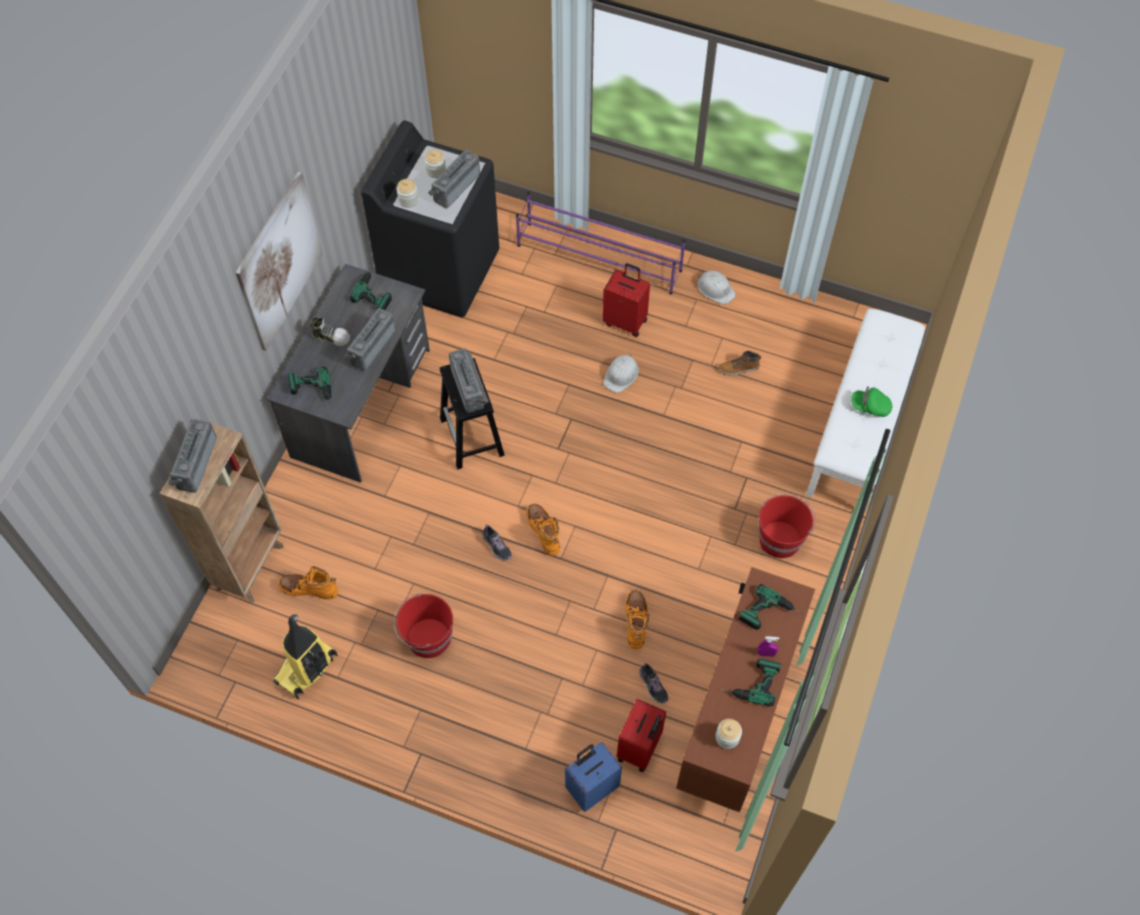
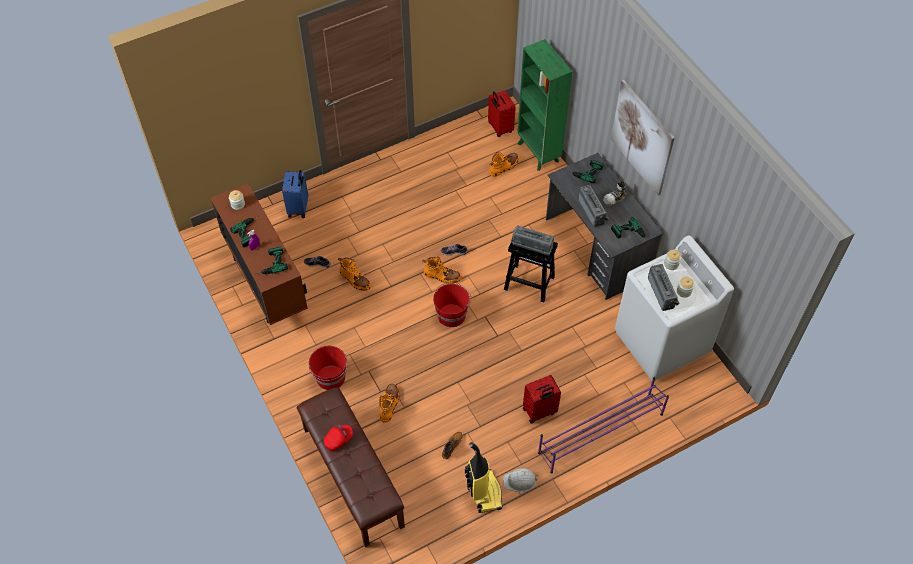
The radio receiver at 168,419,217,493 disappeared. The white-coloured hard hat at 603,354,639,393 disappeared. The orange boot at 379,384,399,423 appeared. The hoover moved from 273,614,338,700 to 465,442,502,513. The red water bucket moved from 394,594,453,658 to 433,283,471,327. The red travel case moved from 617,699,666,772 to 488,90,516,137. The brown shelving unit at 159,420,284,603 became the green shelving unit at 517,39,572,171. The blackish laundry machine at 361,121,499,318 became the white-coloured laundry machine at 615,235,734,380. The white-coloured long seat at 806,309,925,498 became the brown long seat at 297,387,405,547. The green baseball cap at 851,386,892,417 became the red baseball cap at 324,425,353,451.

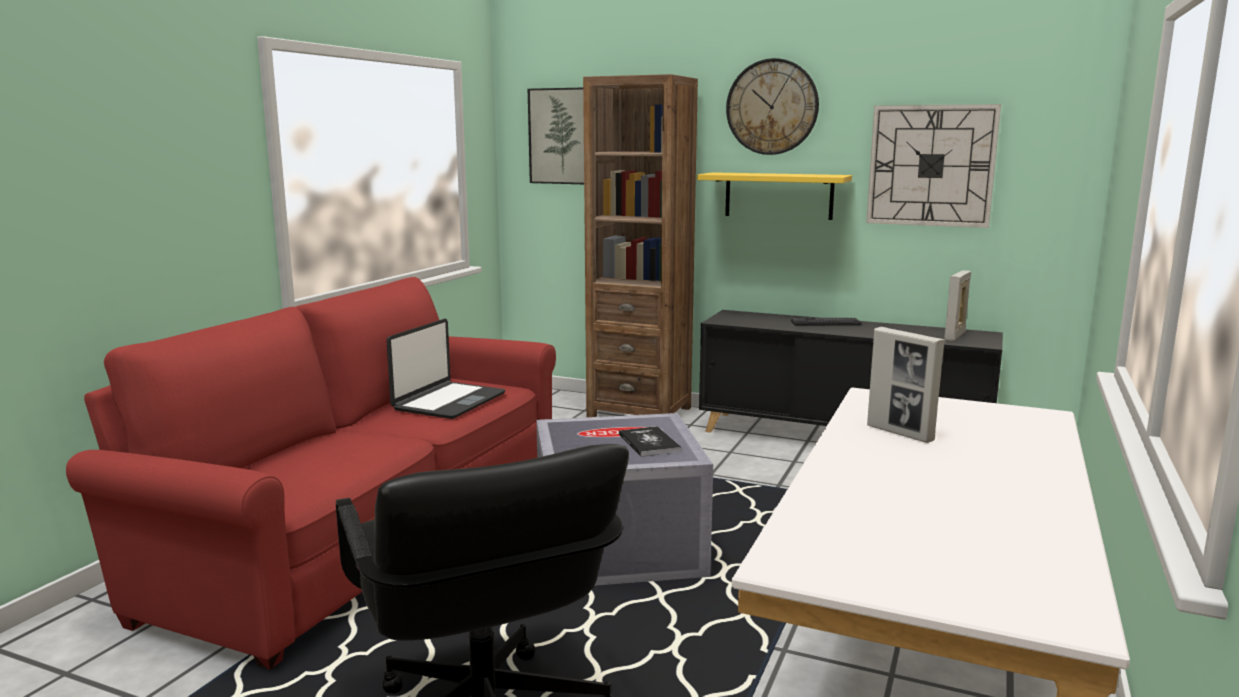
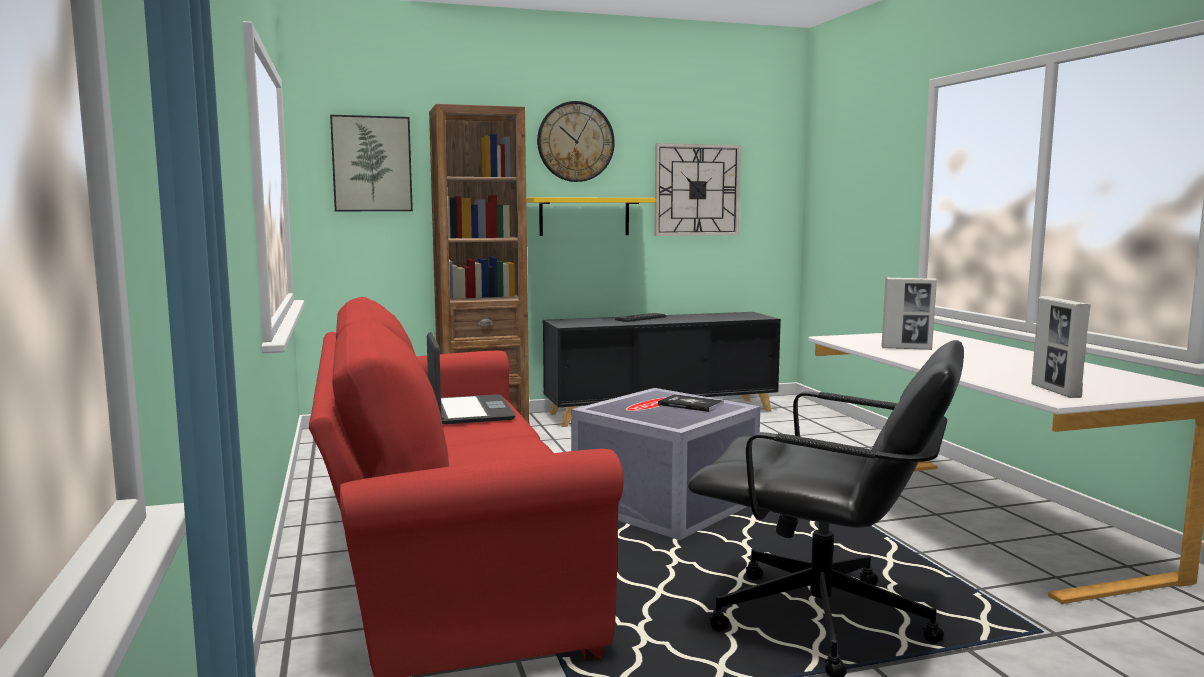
The standing frame moved from 944,270,971,341 to 1031,296,1091,398.

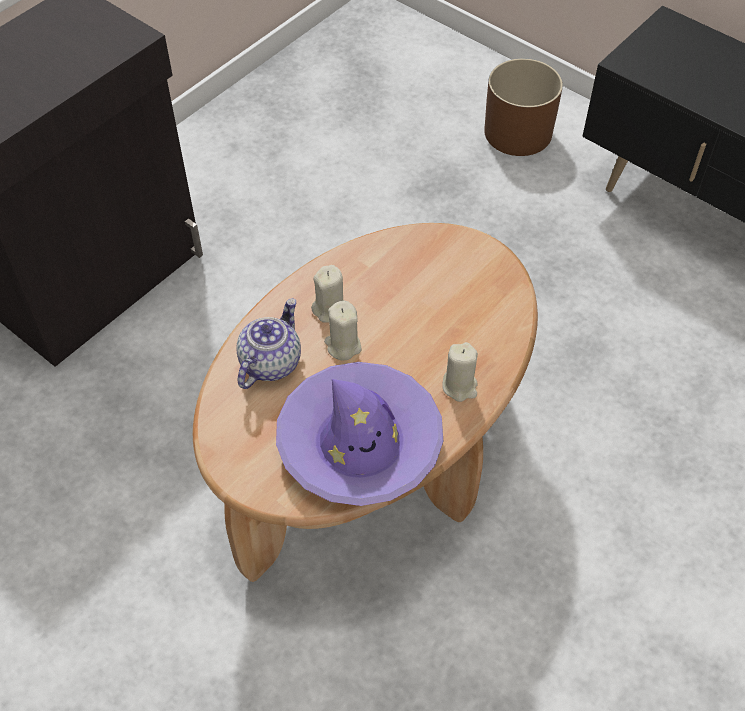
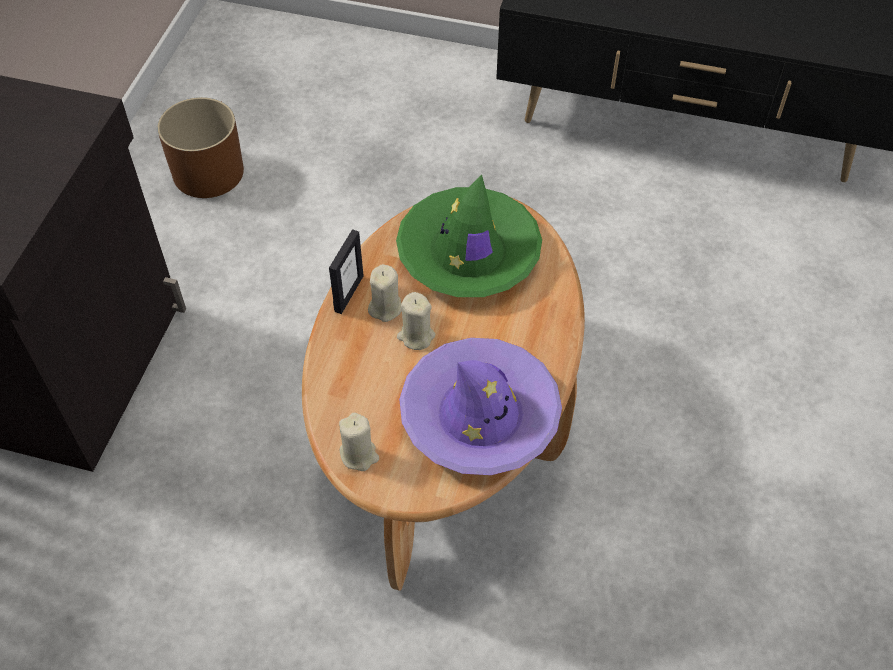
The tea pot at 236,298,301,389 disappeared. The standing frame at 329,229,364,314 appeared. The green hat at 396,174,542,297 appeared. The sand-coloured wax candle moved from 442,342,478,402 to 339,413,379,471. The brown flower pot moved from 484,58,563,156 to 157,97,244,198.

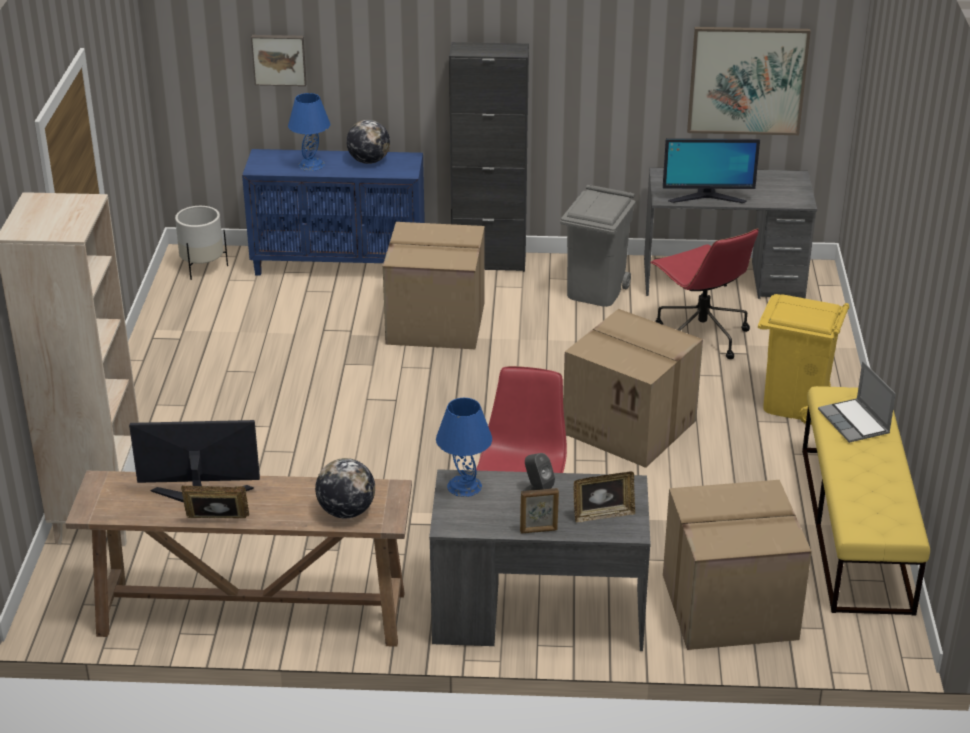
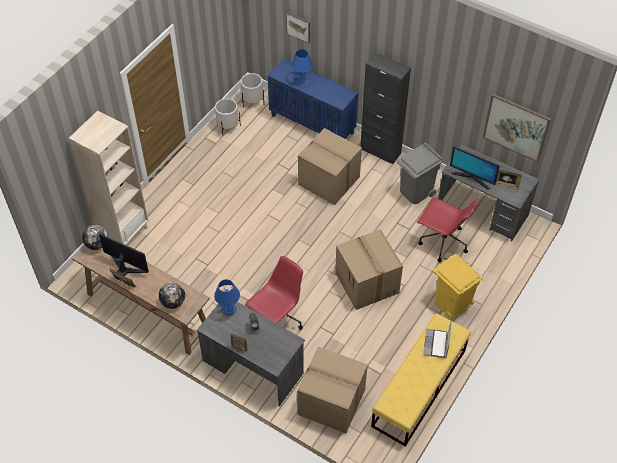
The white-coloured flower pot at 215,98,241,134 appeared. The desk globe moved from 346,120,390,164 to 82,225,108,250. The standing frame moved from 574,472,635,522 to 495,170,522,190. The red desk chair at 650,228,758,359 turned 60 degrees counterclockwise.

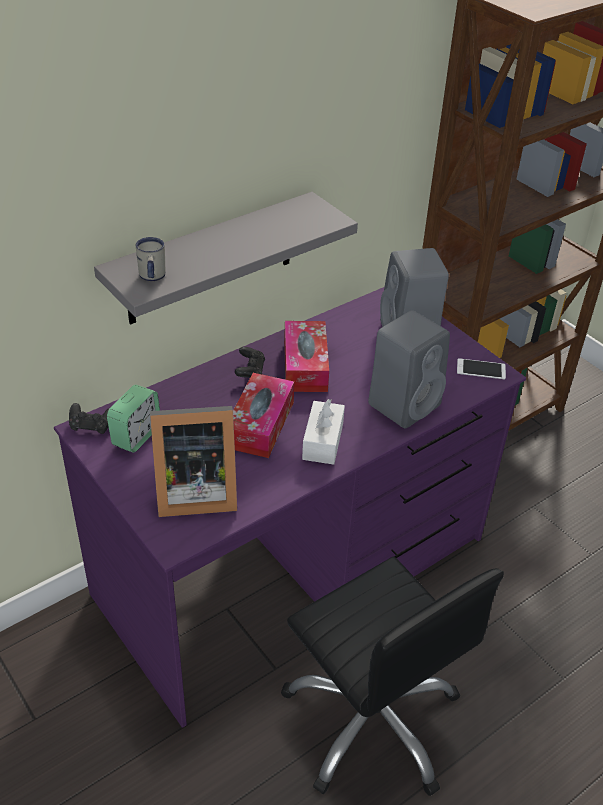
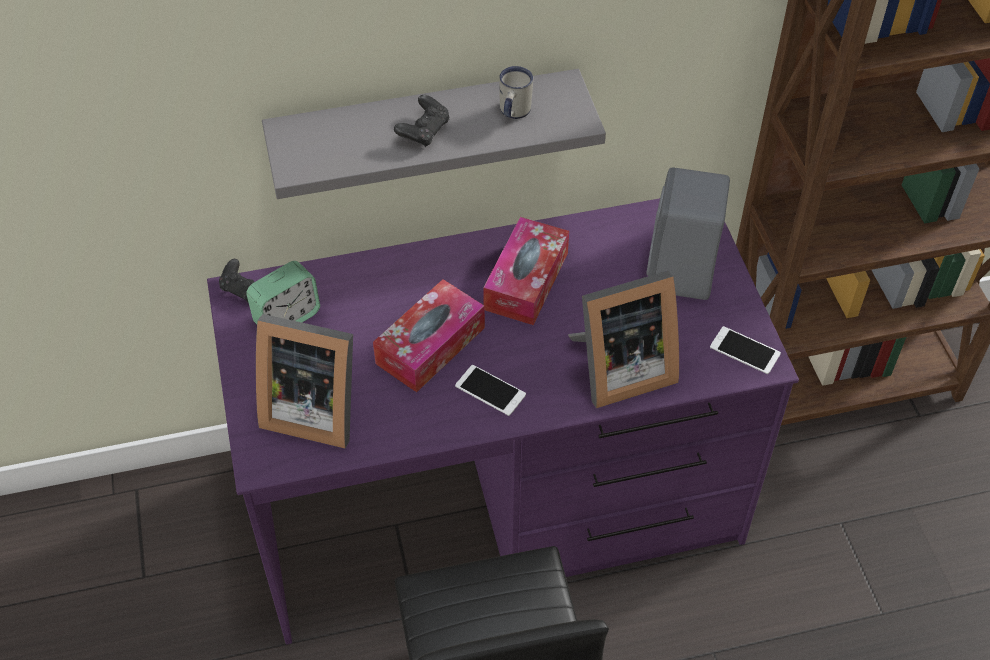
The white-coloured tea mug moved from 135,237,165,281 to 499,66,533,119. The blackish game controller moved from 235,347,265,378 to 394,95,450,147. The white-coloured tissue holder at 302,399,345,465 was replaced by the telephone at 455,365,526,416. The greyish loudspeaker at 368,310,450,429 was replaced by the standing frame at 568,271,679,408.

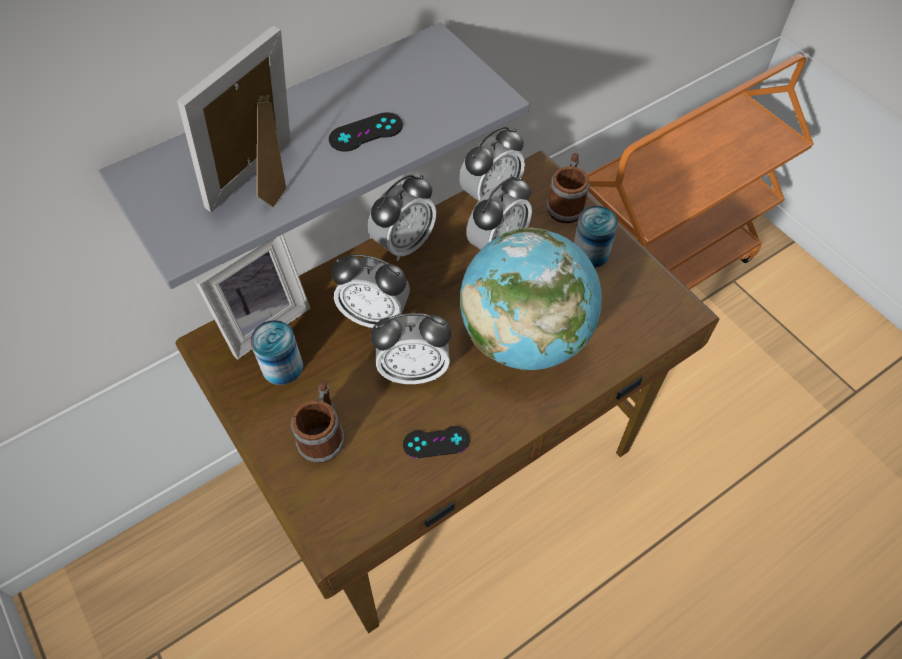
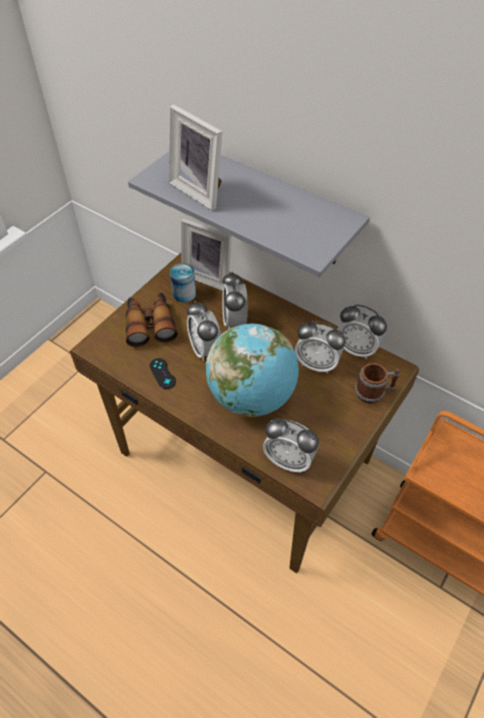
The blackish game controller at 329,112,403,152 disappeared. The metal can at 574,206,618,268 disappeared. The table clock moved from 368,175,436,261 to 263,418,319,473. The tea mug at 291,381,344,463 was replaced by the binoculars at 126,293,178,347. The standing frame at 177,26,290,212 turned 150 degrees counterclockwise.

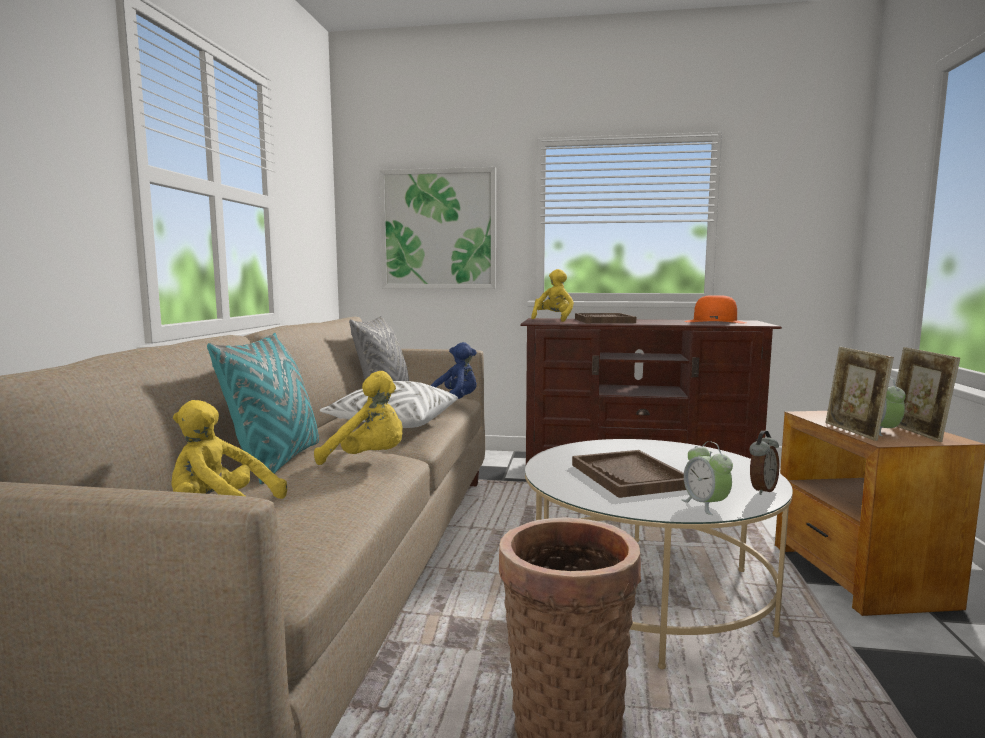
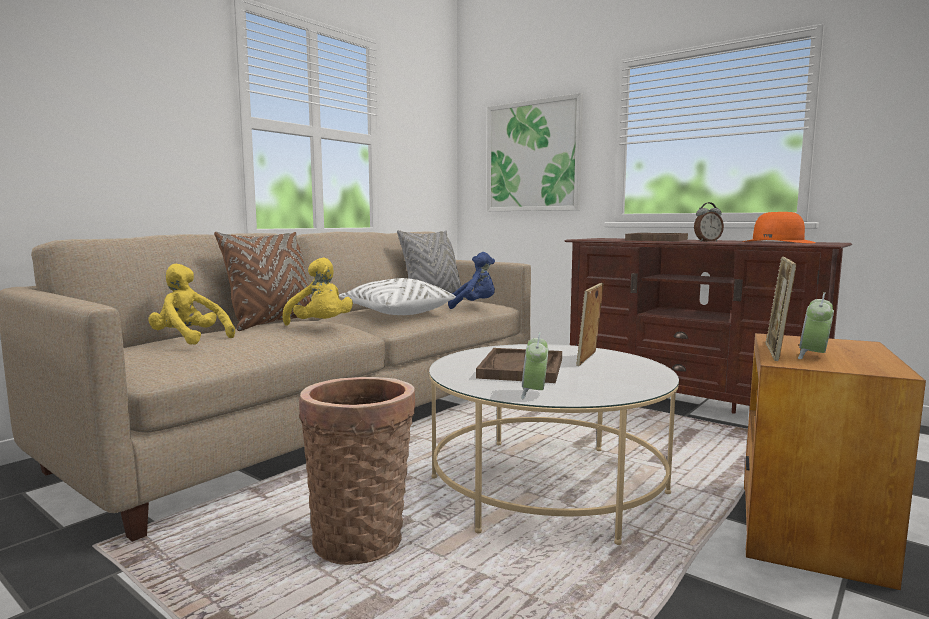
The yellow-coloured plush toy at 531,269,574,322 disappeared. The table clock moved from 749,431,779,495 to 694,202,724,242. The standing frame moved from 896,347,960,442 to 576,283,604,366. The turquoise-coloured cushion at 207,333,319,484 became the brown cushion at 214,232,312,331.

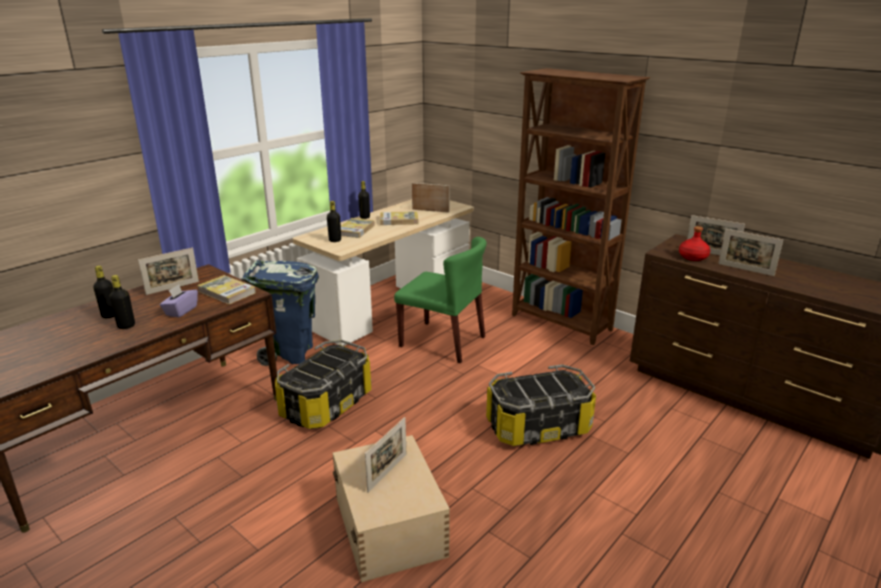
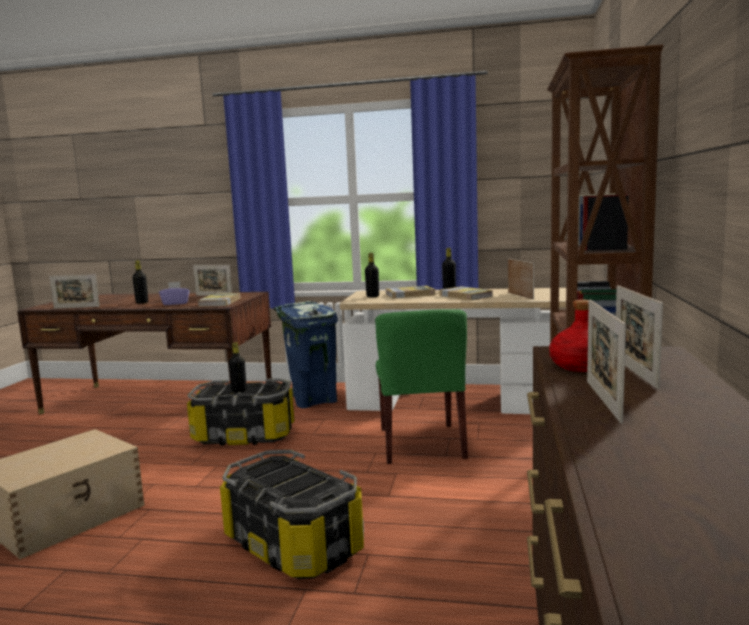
The blackish drink bottle moved from 93,266,114,318 to 229,342,247,392. The standing frame moved from 365,417,406,492 to 49,274,100,309.

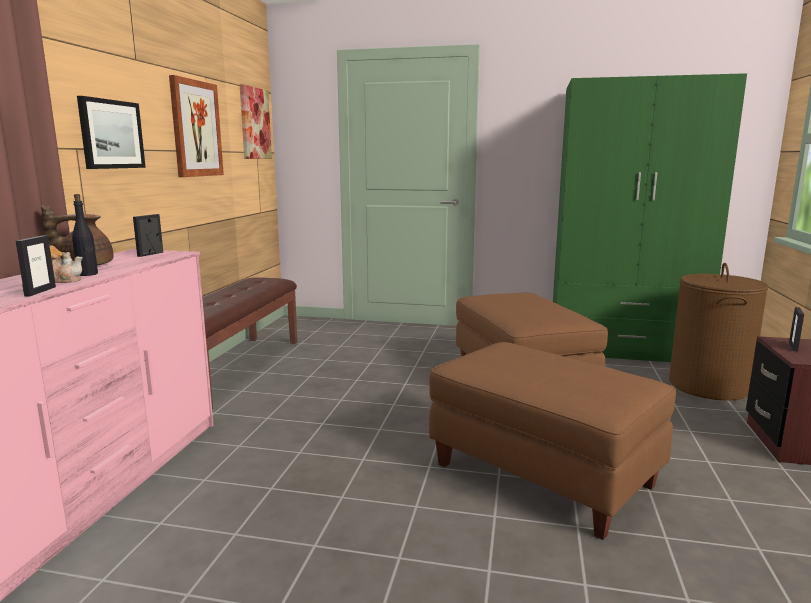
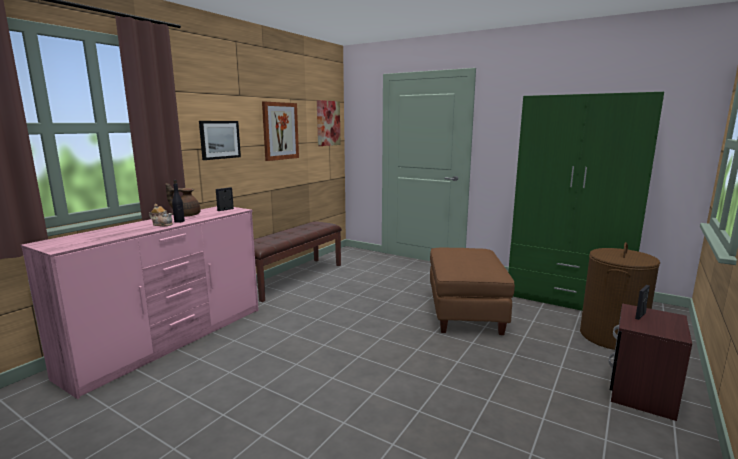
The standing frame at 16,235,56,296 disappeared. The brown ottoman at 429,342,676,540 disappeared.

